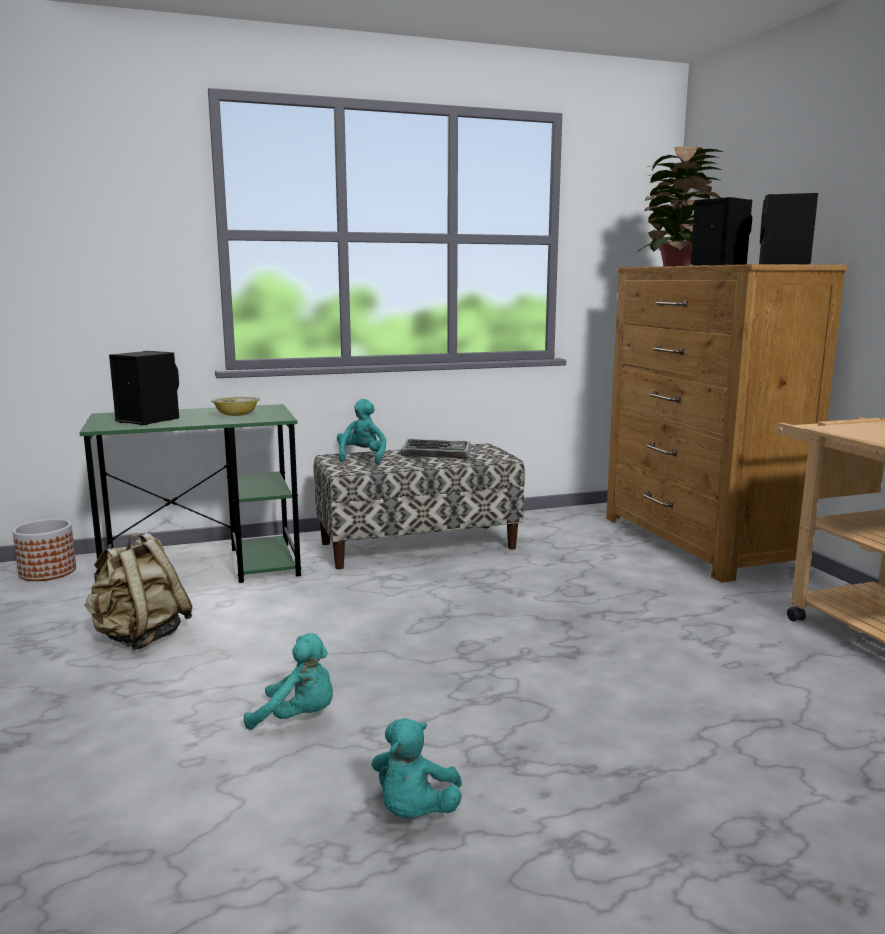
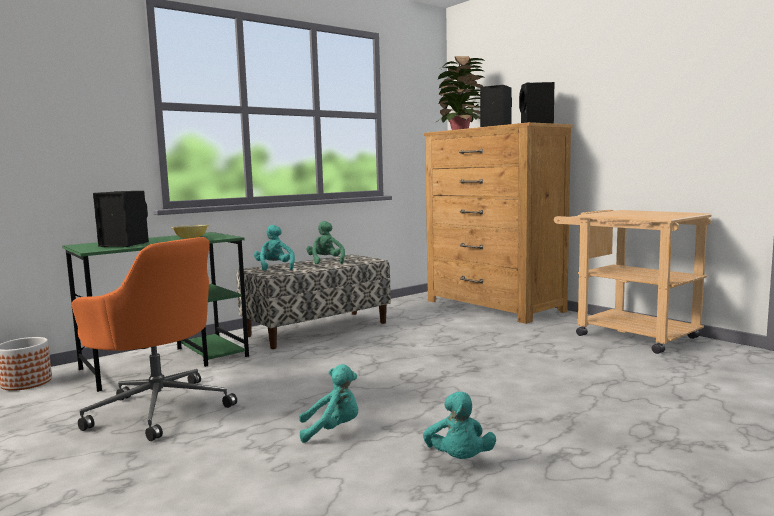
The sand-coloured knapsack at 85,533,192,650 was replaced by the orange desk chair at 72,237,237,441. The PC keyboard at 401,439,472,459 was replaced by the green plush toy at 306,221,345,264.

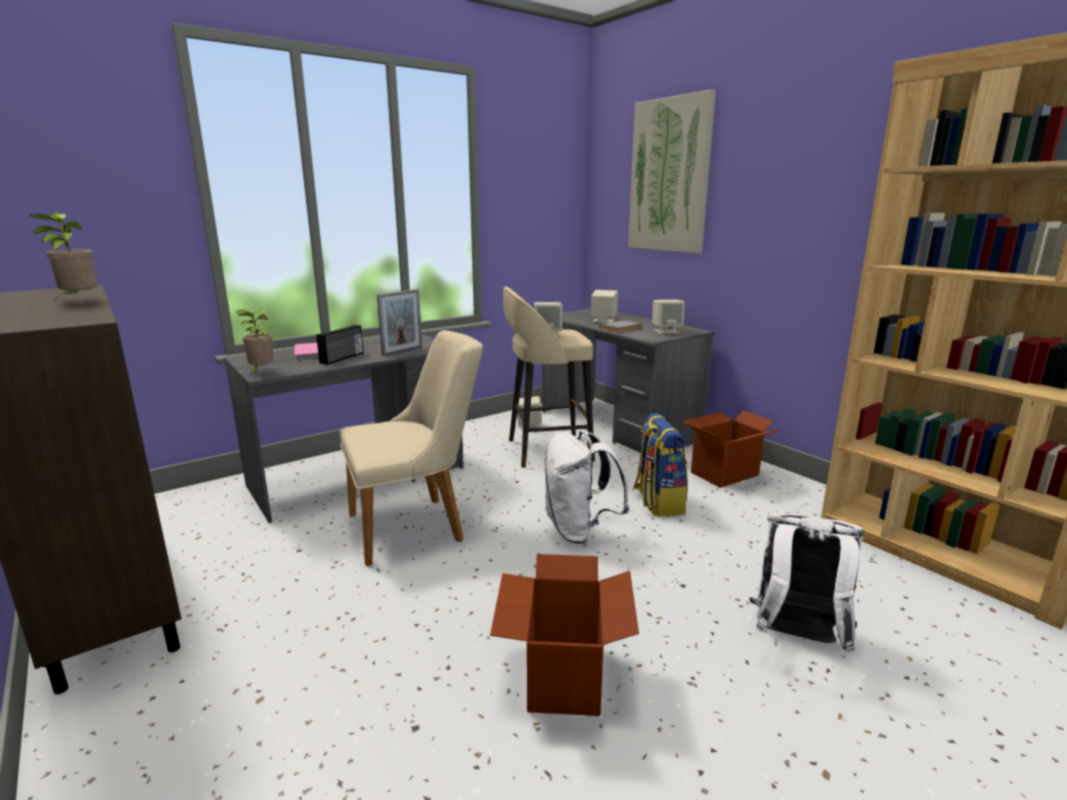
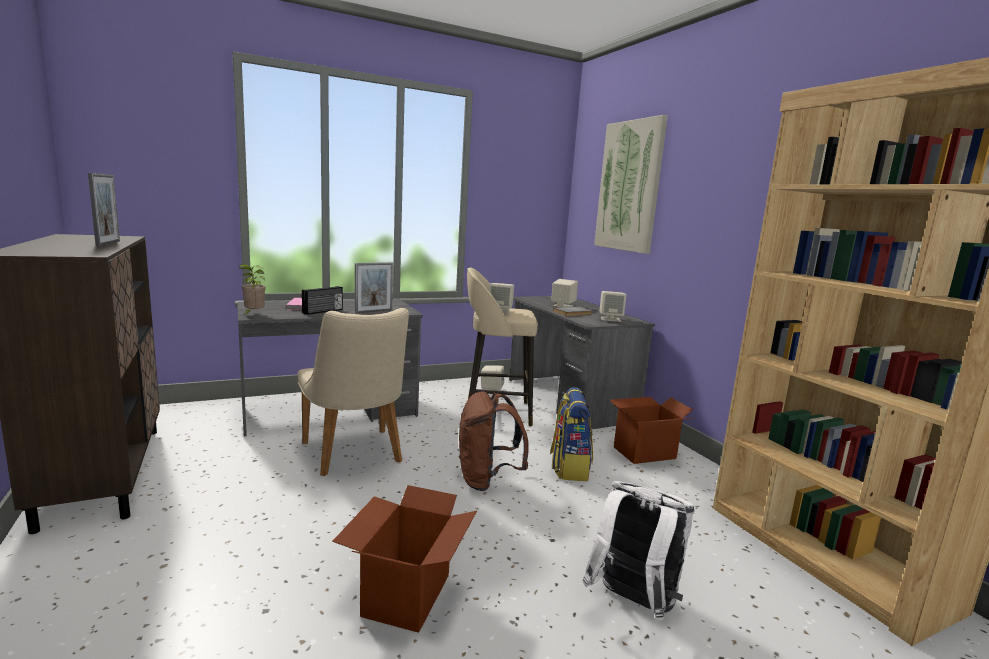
The houseplant at 29,212,97,296 was replaced by the standing frame at 88,173,120,246. The white-coloured knapsack at 544,431,630,544 became the brown knapsack at 459,391,529,491. The sand-coloured chair at 340,330,483,566 turned 75 degrees clockwise.

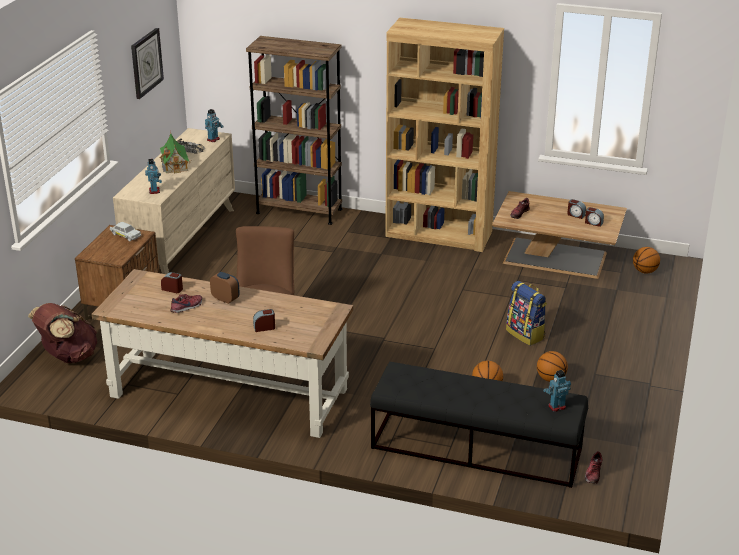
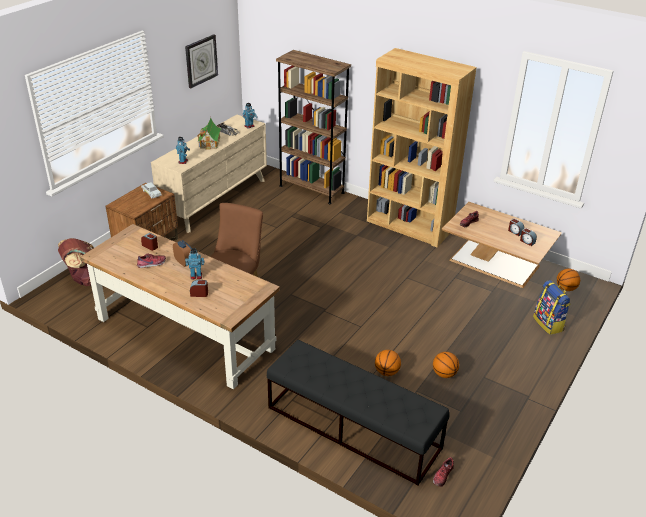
The knapsack moved from 506,281,547,346 to 533,280,570,335. The robot figure moved from 543,370,571,412 to 185,248,204,280.

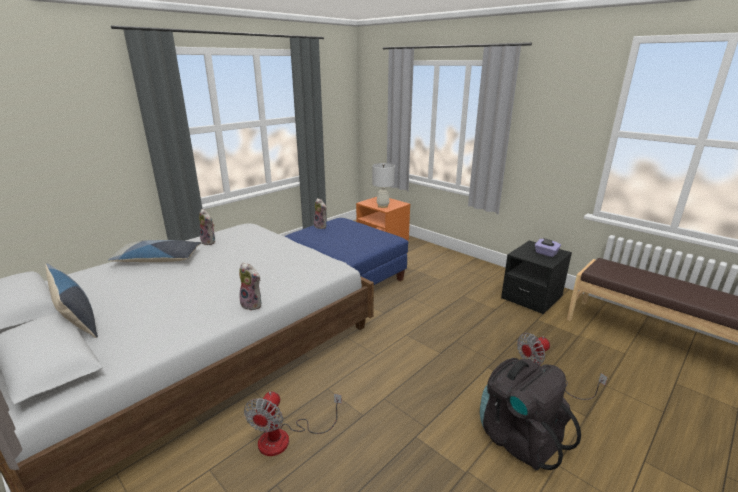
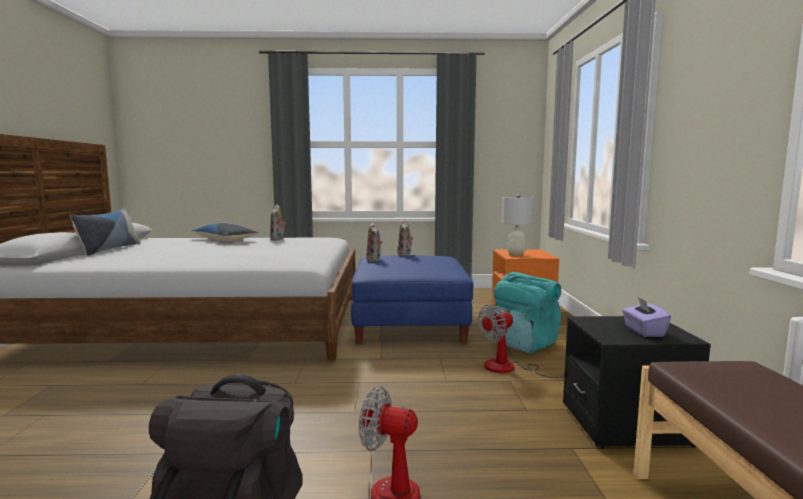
The turquoise-coloured knapsack at 493,272,561,354 appeared. The plush toy moved from 239,262,261,311 to 366,222,383,262. The electric fan moved from 244,392,342,456 to 478,304,564,378.

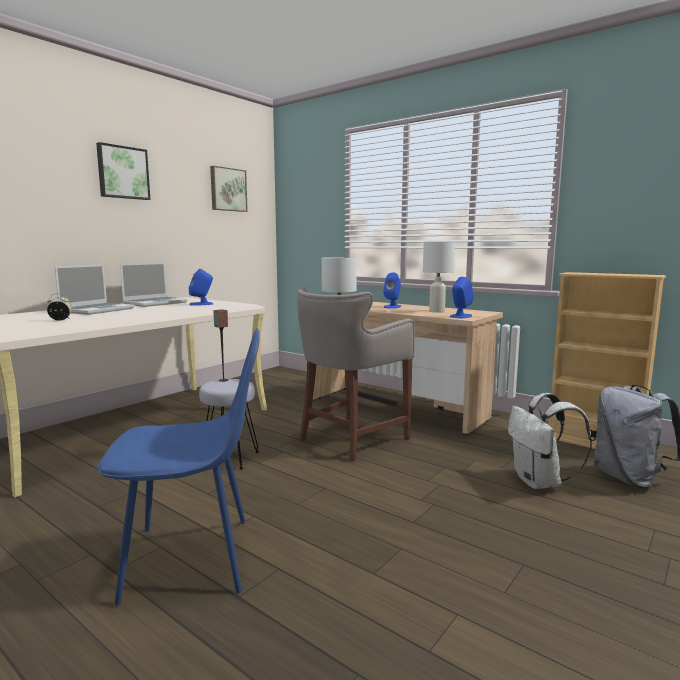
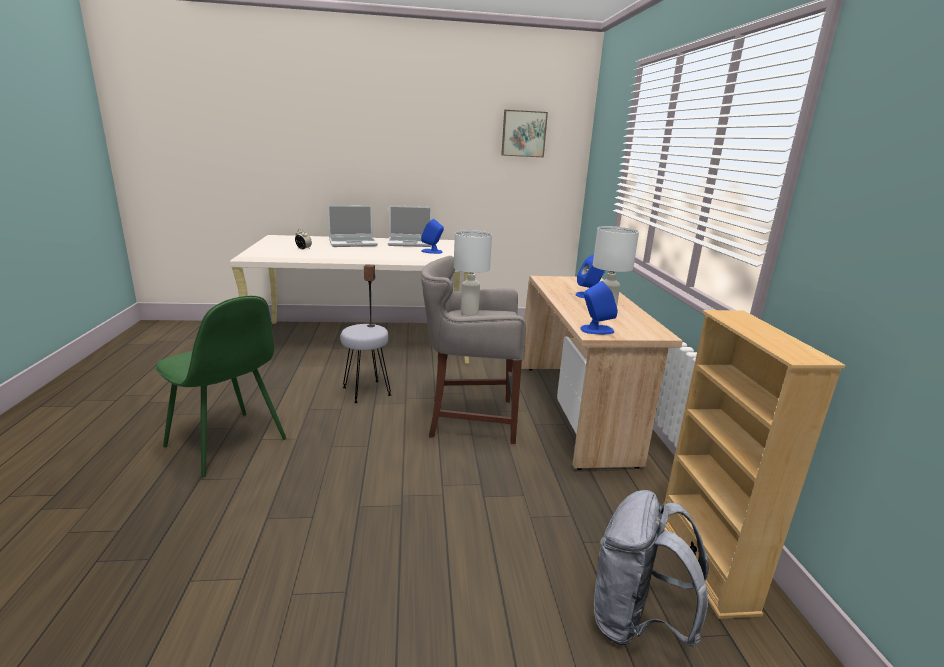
The picture at 96,142,151,200 disappeared. The white-coloured knapsack at 508,393,592,489 disappeared. The blue-coloured chair at 98,329,260,606 became the green chair at 155,296,287,478.

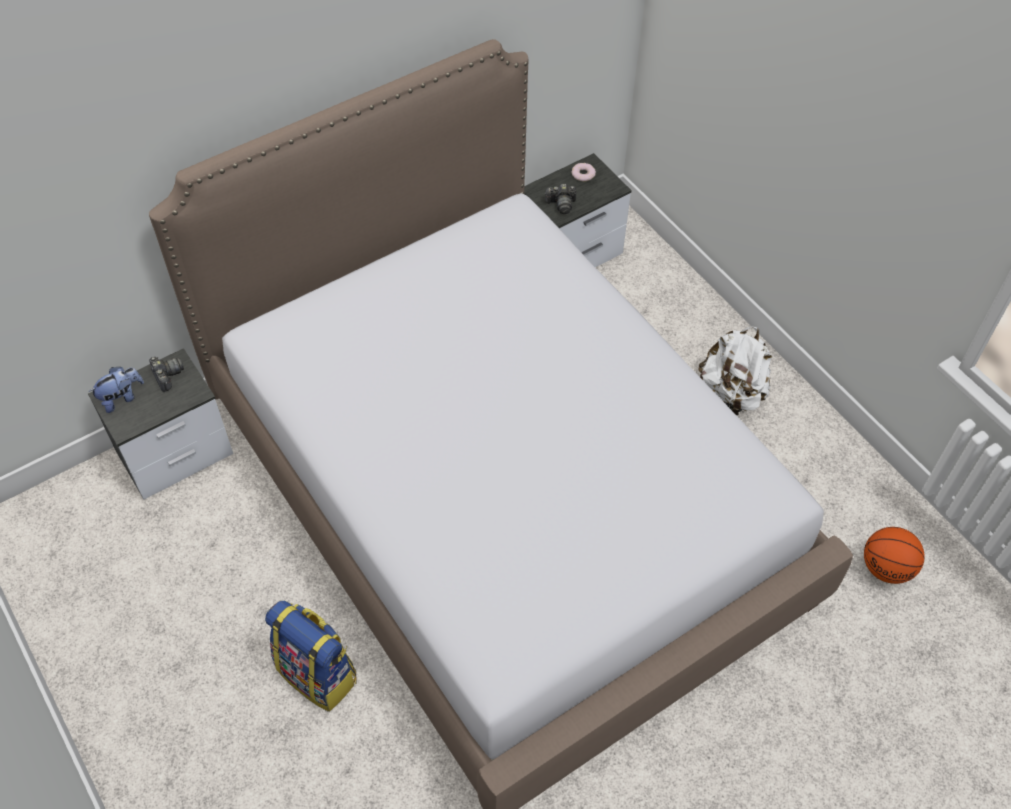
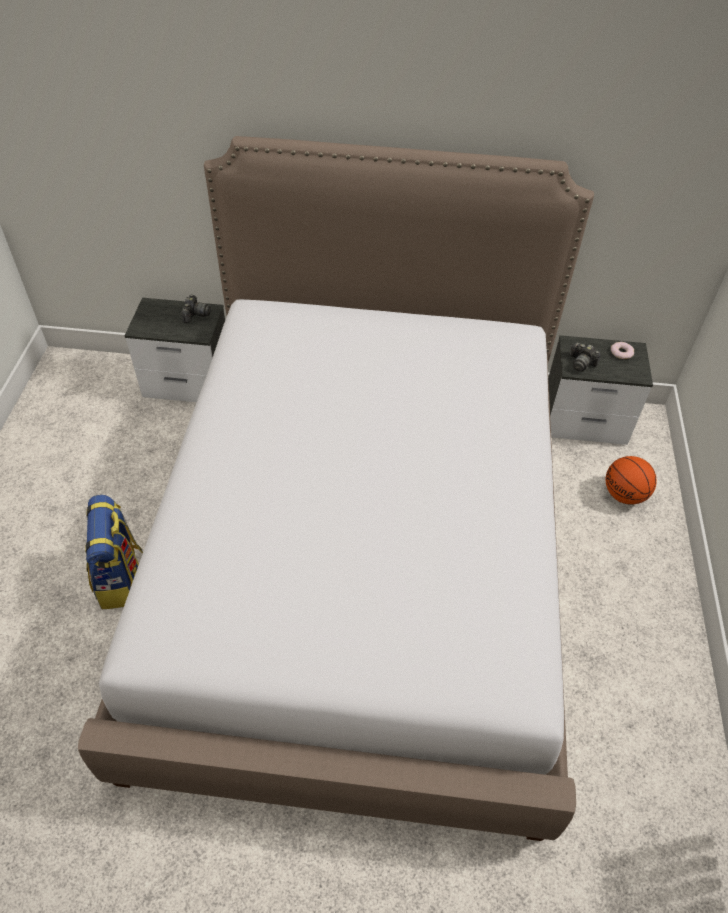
The plush toy at 89,367,144,413 disappeared. The white-coloured knapsack at 699,326,772,415 disappeared. The basketball ball moved from 864,527,925,584 to 606,456,657,505.

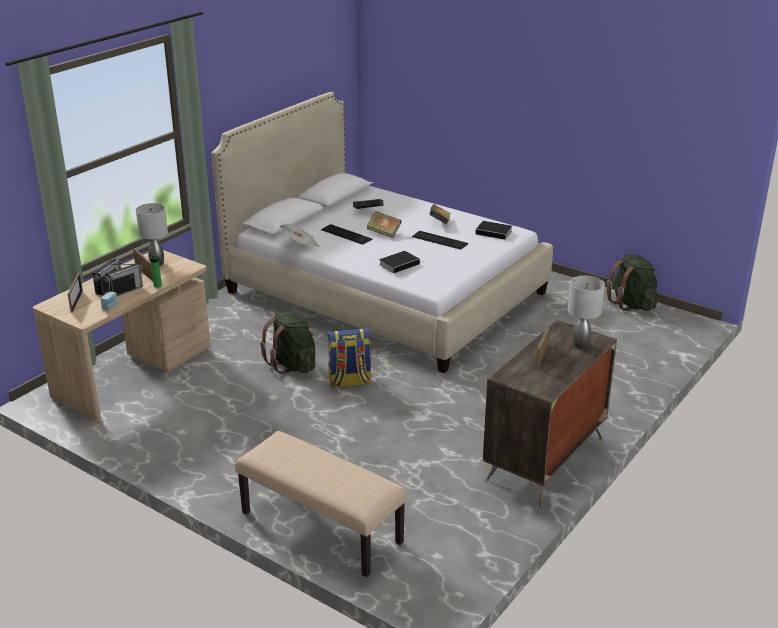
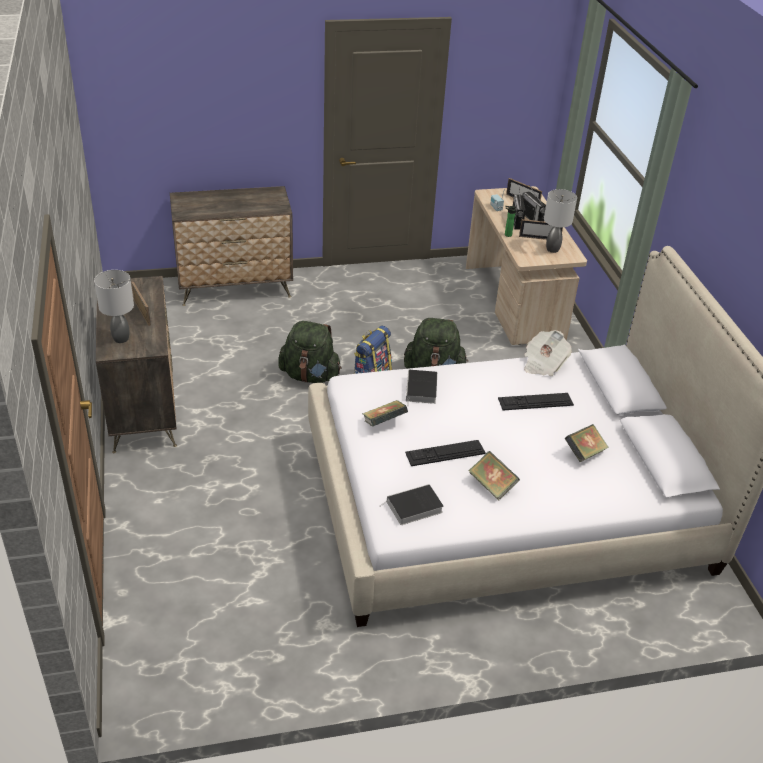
The volume moved from 367,211,401,238 to 362,400,408,427. The green knapsack moved from 607,254,658,311 to 278,321,341,383. The sand-coloured long seat at 235,431,407,577 was replaced by the dresser at 170,186,293,306.

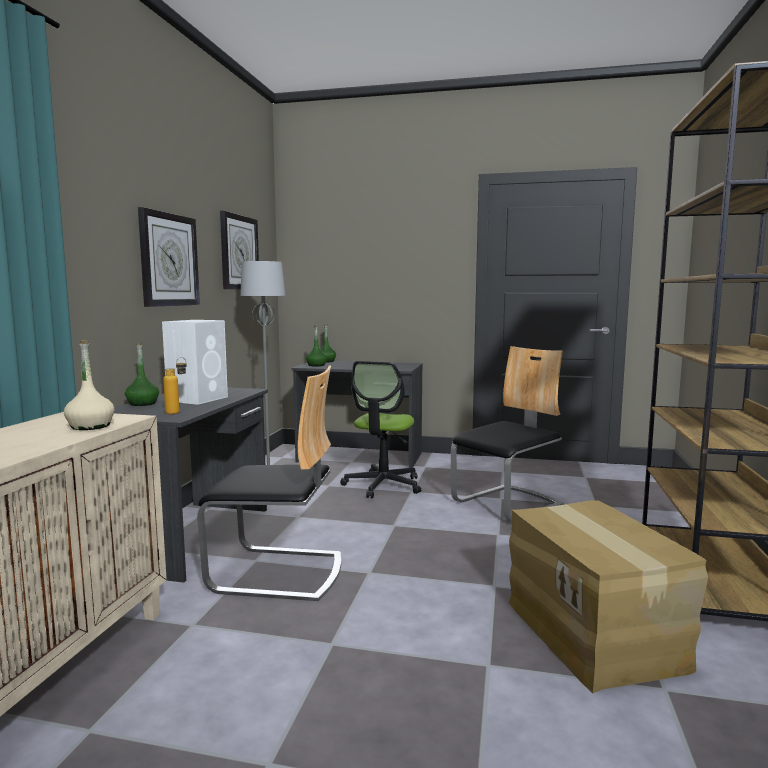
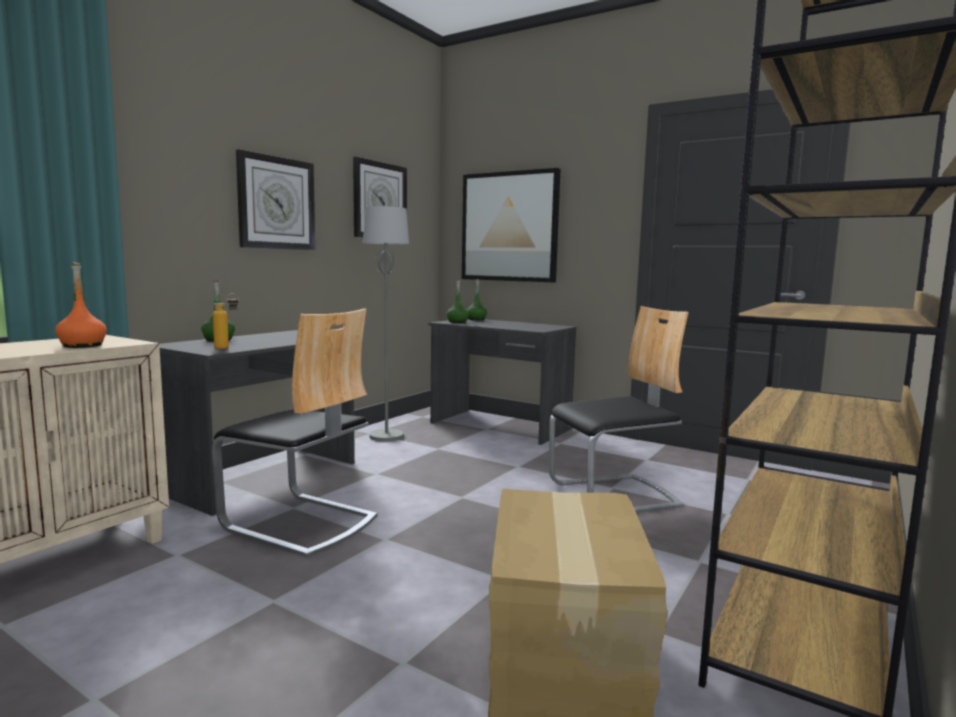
The white-coloured loudspeaker at 162,320,228,405 disappeared. The desk chair at 340,361,421,499 disappeared. The picture at 462,168,561,282 appeared. The sand-coloured drink bottle at 64,340,114,430 became the orange drink bottle at 55,262,107,348.

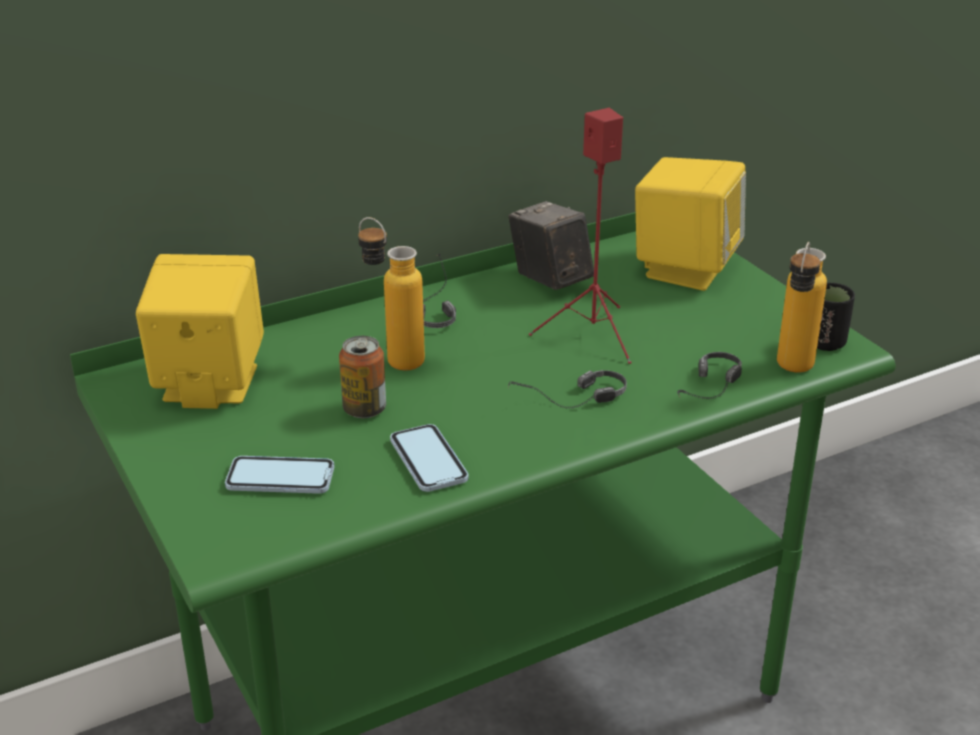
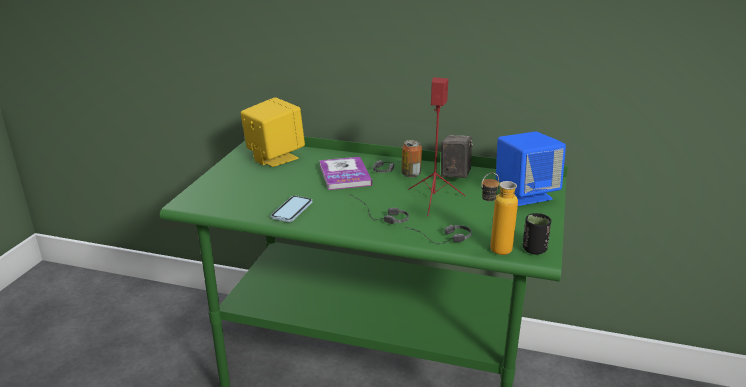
The telephone at 225,456,334,494 disappeared. The metal can moved from 339,336,386,418 to 401,140,422,178. The drink bottle at 358,217,425,371 was replaced by the volume at 319,157,372,190. The yellow-coloured loudspeaker at 635,157,746,291 became the blue-coloured loudspeaker at 496,131,566,206.

